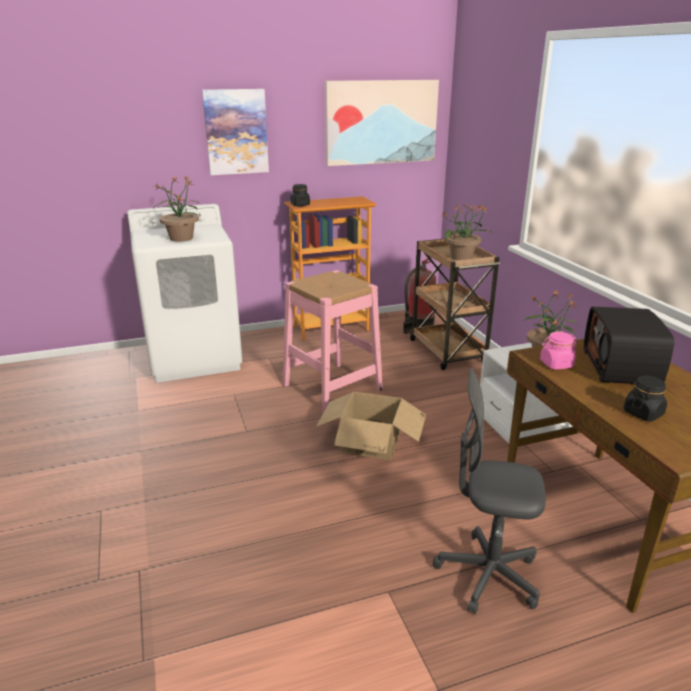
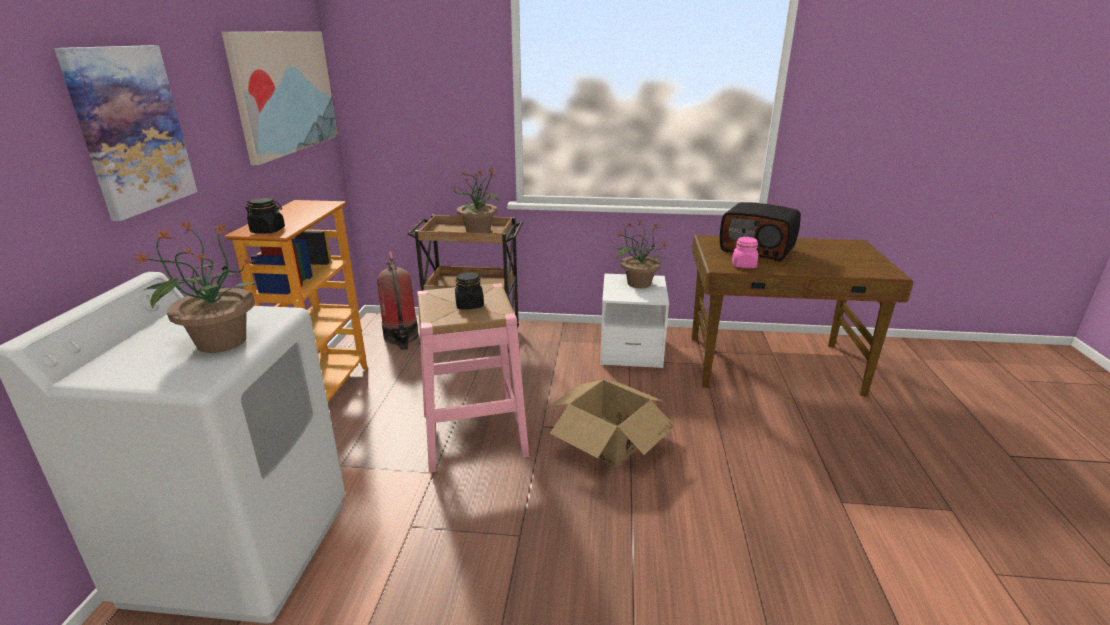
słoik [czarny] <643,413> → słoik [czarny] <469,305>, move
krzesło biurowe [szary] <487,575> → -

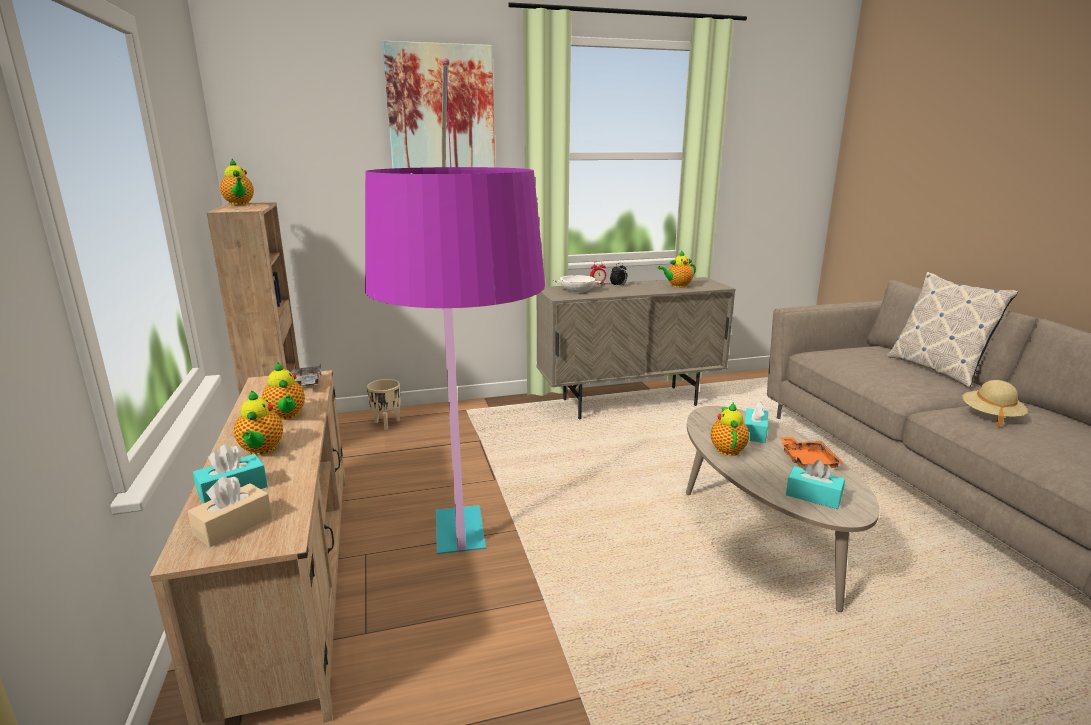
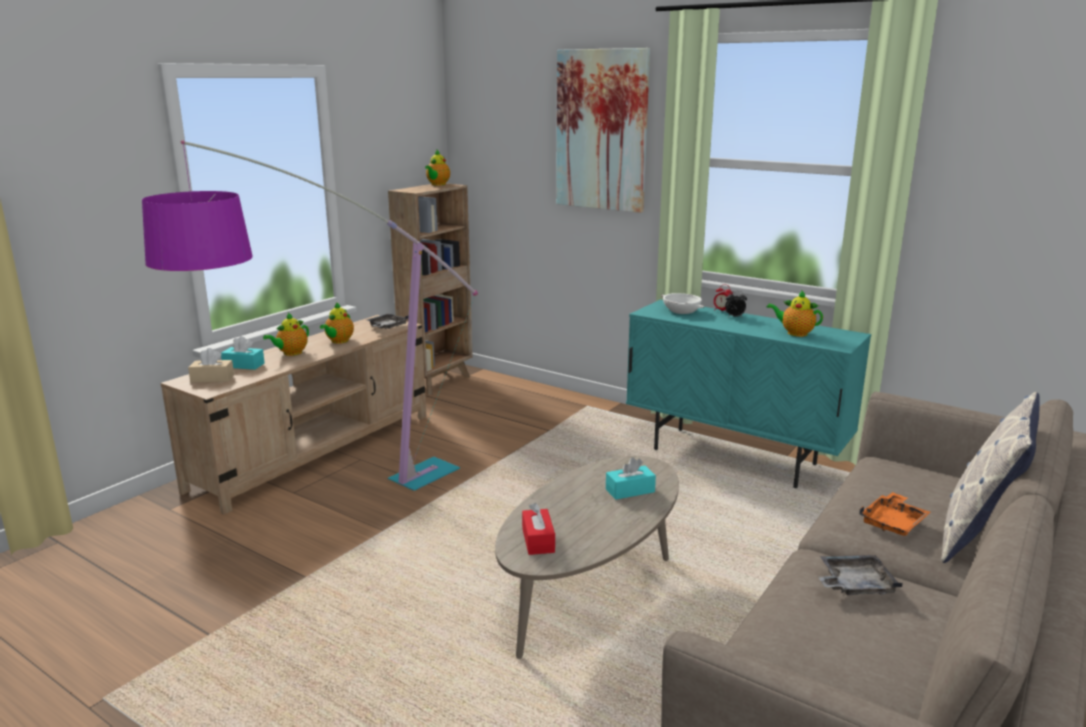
pudełko chusteczek [turkusowy] <813,496> → pudełko chusteczek [czerwony] <538,540>
szafka [beżowy] <629,403> → szafka [turkusowy] <734,457>
kapelusz [beżowy] <990,416> → taca [szary] <854,585>
taca [pomarańczowy] <807,461> → taca [pomarańczowy] <893,523>, move
donica [beżowy] <386,424> → -
imbryk <727,449> → -

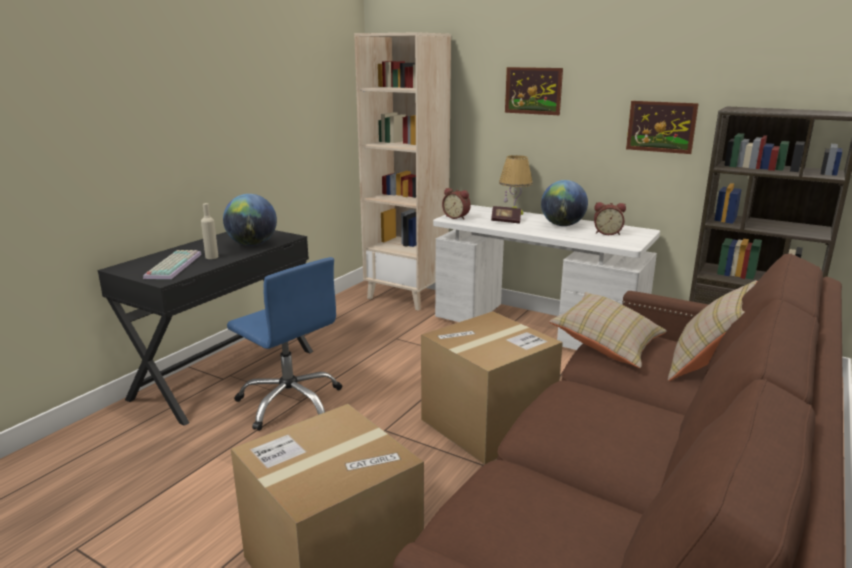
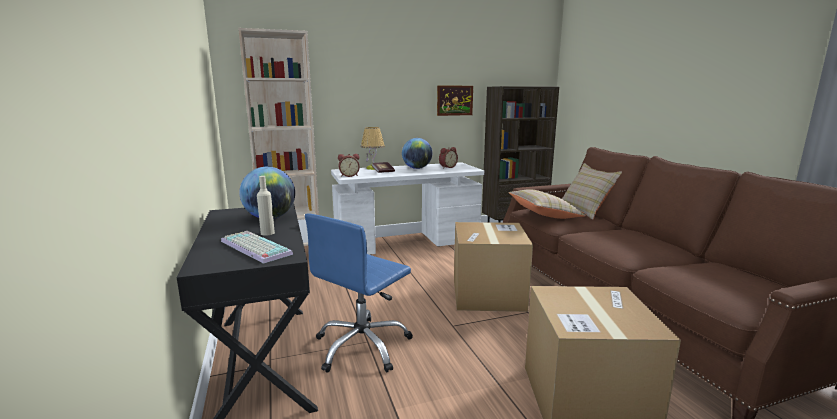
krzesło biurowe [niebieski] <290,402> → krzesło biurowe [niebieski] <363,346>, 135 degrees clockwise
obraz <533,90> → -

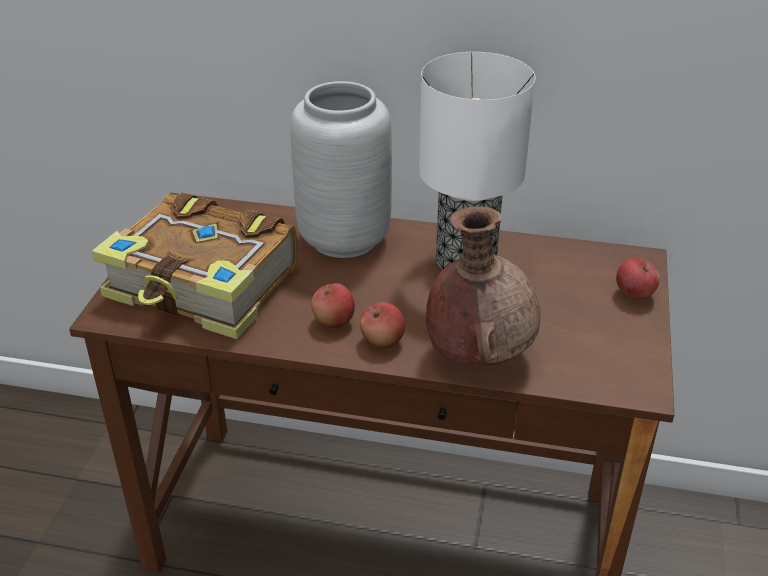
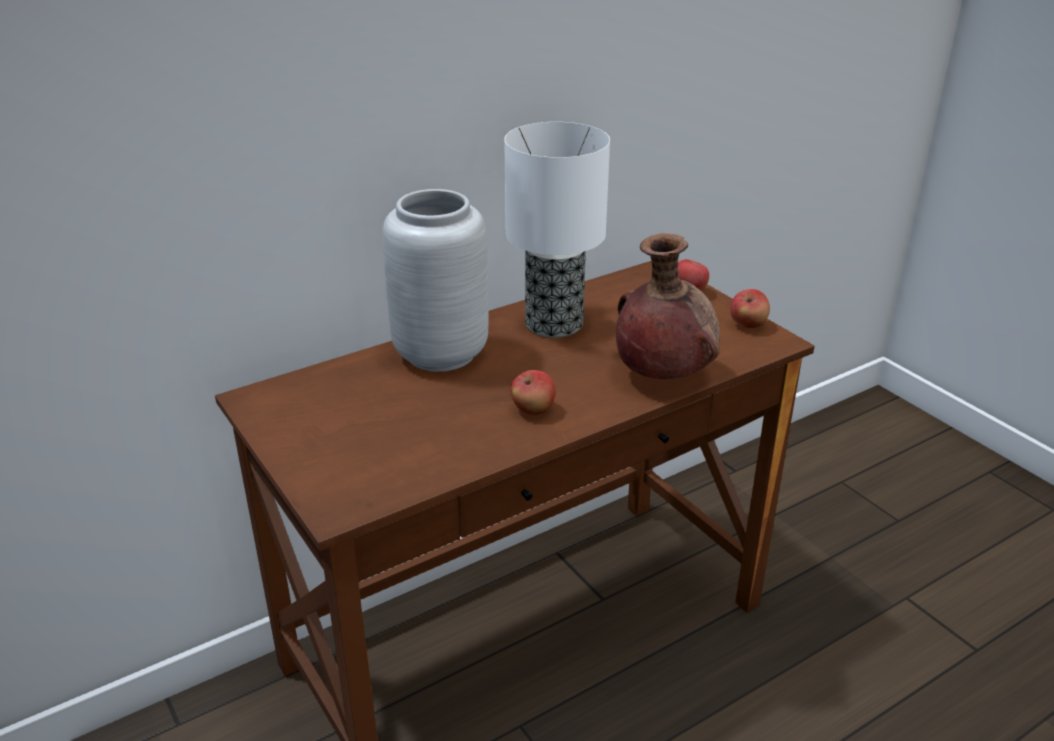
jabłko <382,341> → jabłko <748,325>, move
książka <204,286> → -

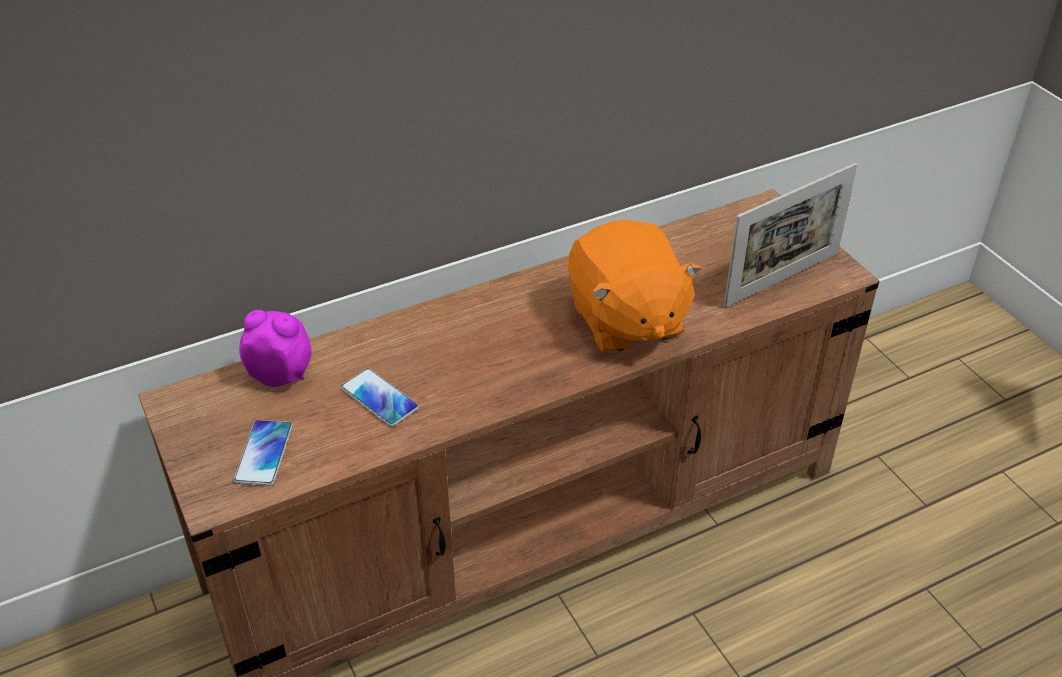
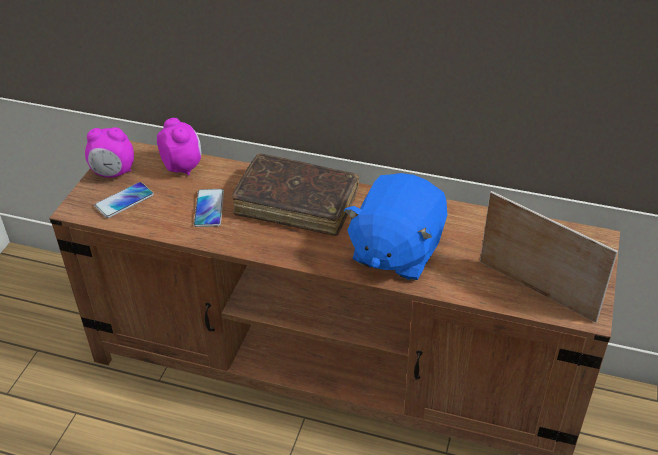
- → budzik <114,173>
- → książka [brązowy] <296,203>
pluszak [pomarańczowy] <625,320> → pluszak [niebieski] <395,251>
ramka na zdjęcie <782,279> → ramka na zdjęcie <536,290>, 150 degrees counterclockwise

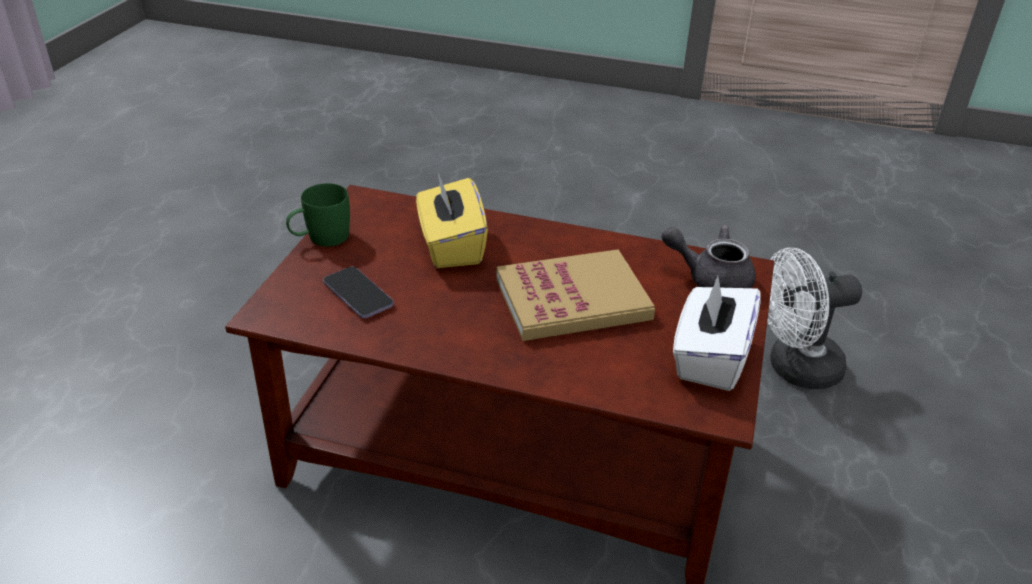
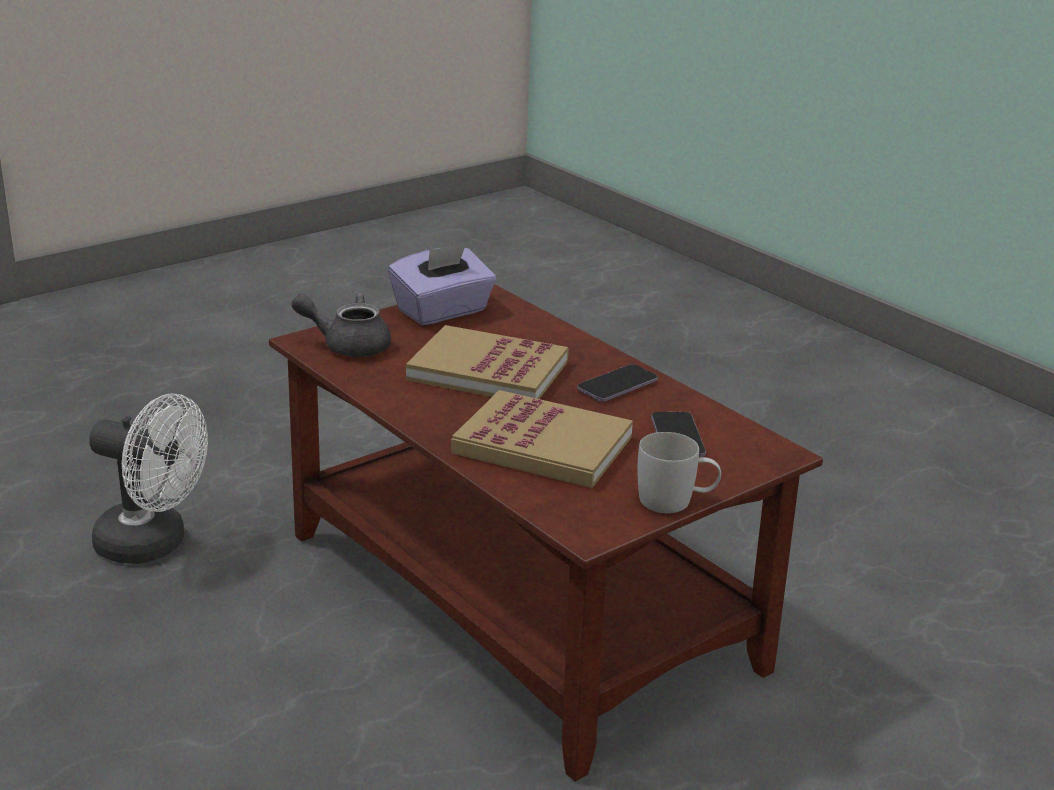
imbryk [szary] <710,278> → imbryk [szary] <347,345>, 135 degrees clockwise
pudełko chusteczek [biały] <709,358> → pudełko chusteczek [fioletowy] <442,311>
pudełko chusteczek [żółty] <451,246> → książka <542,445>
- → telefon <617,386>
kubek [zielony] <321,239> → kubek [biały] <676,502>

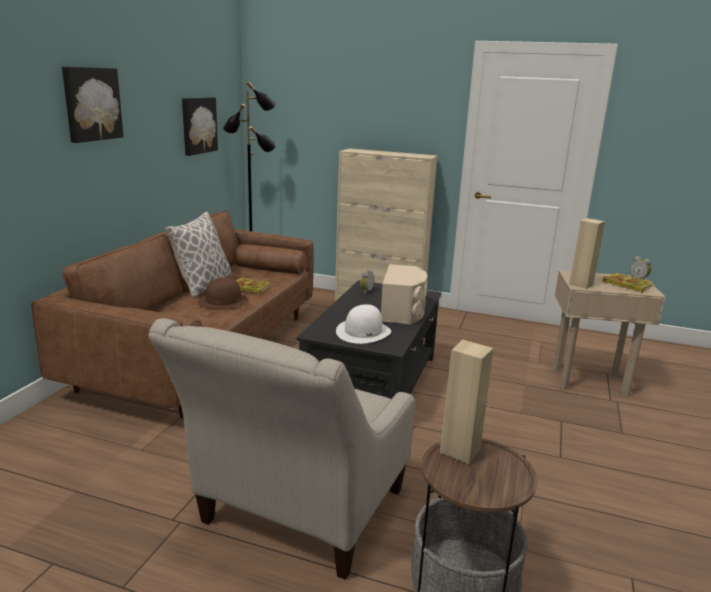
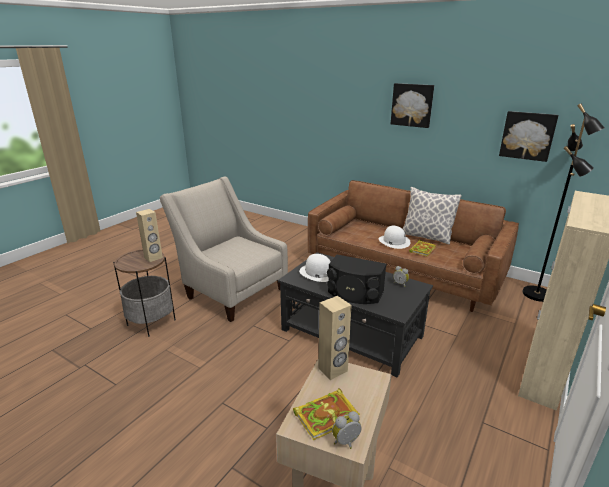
głośnik [beżowy] <403,311> → głośnik [czarny] <354,293>
kapelusz [brązowy] <223,301> → kapelusz [biały] <394,241>

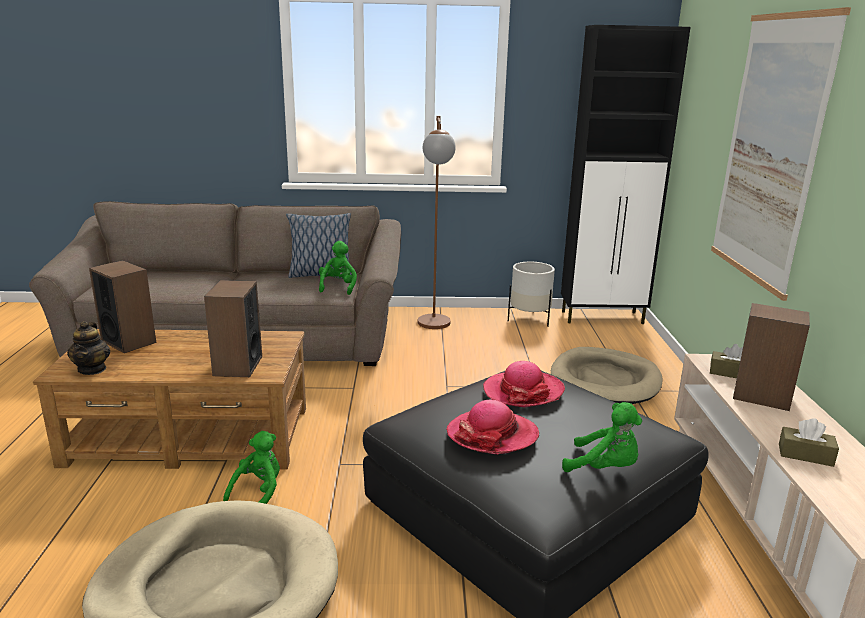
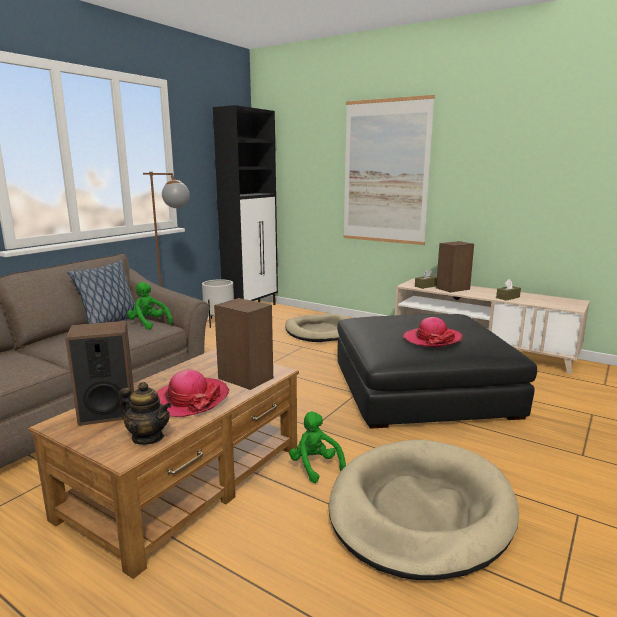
kapelusz <523,391> → kapelusz <189,400>, move
pluszak [zielony] <604,468> → -

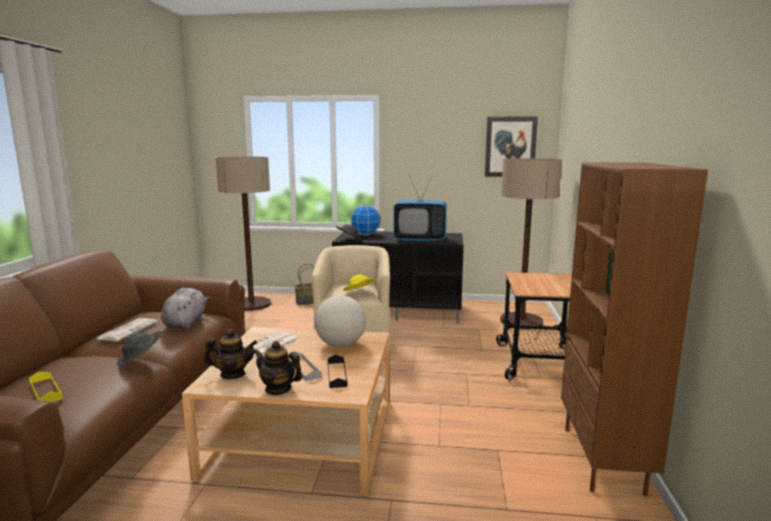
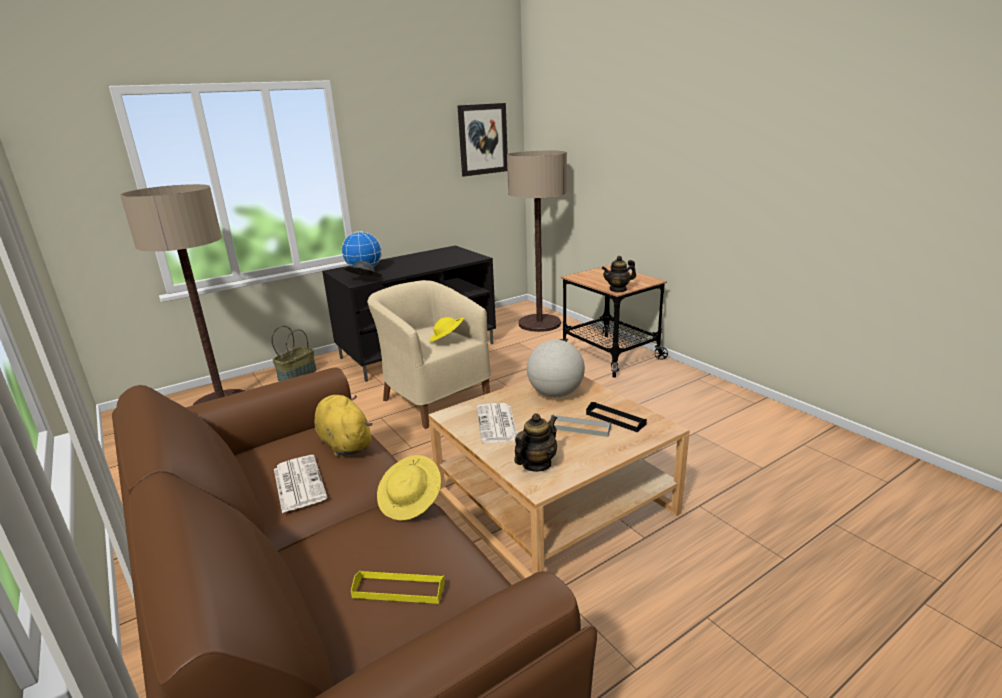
pluszak [szary] <186,322> → pluszak [żółty] <344,443>
kapelusz [szary] <141,359> → kapelusz [żółty] <411,501>
imbryk <278,389> → imbryk <618,289>, move
telewizor <420,240> → -
regał [brązowy] <604,460> → -

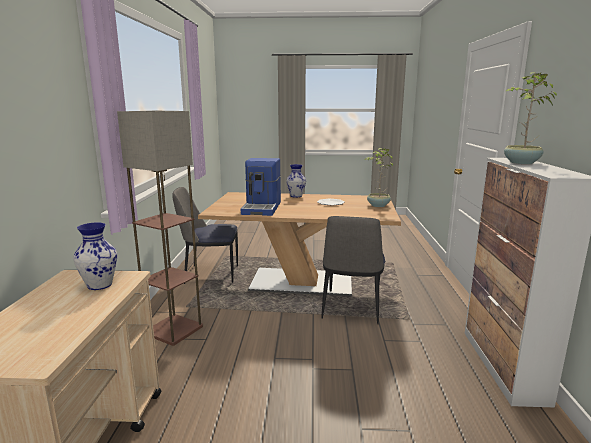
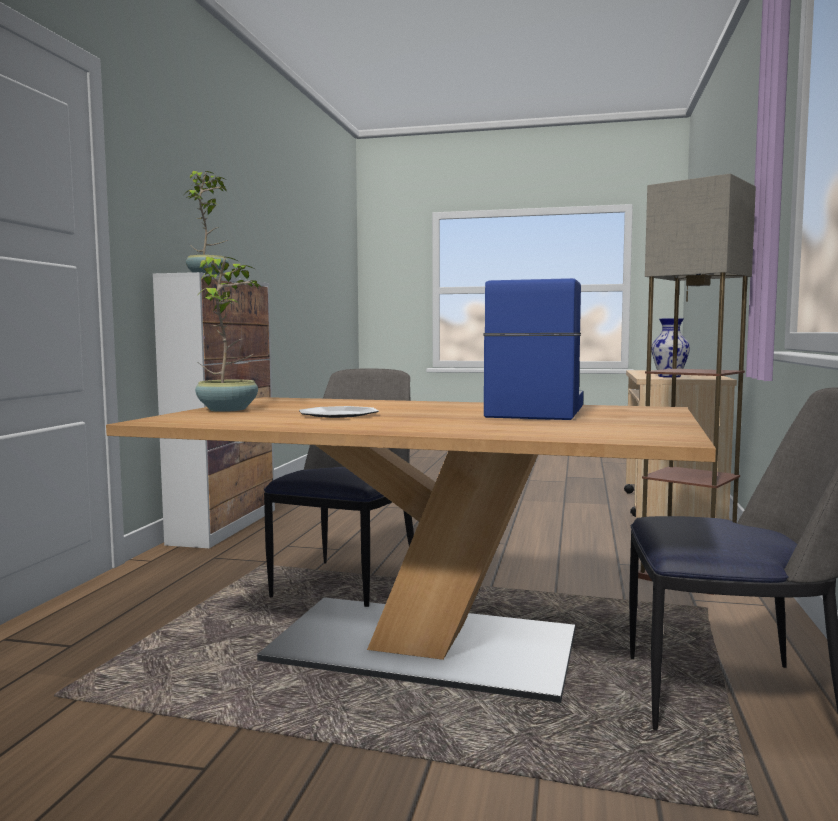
wazon <296,196> → -

